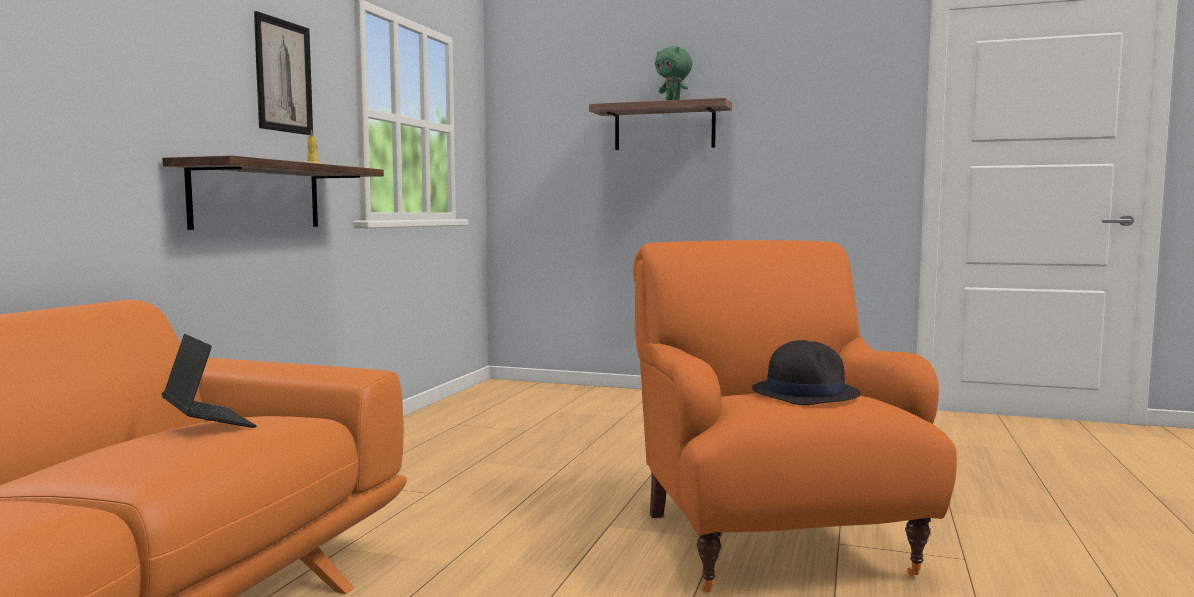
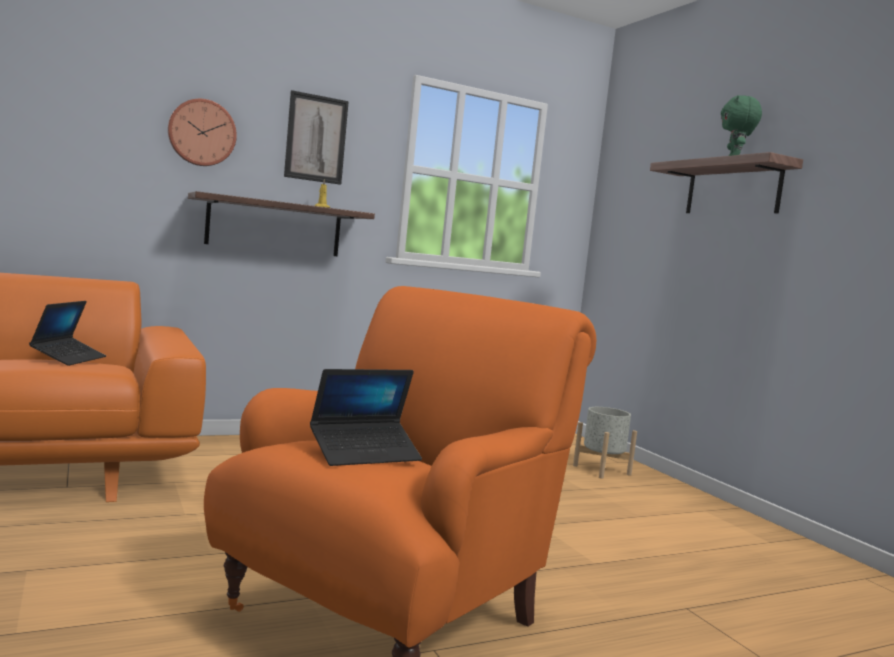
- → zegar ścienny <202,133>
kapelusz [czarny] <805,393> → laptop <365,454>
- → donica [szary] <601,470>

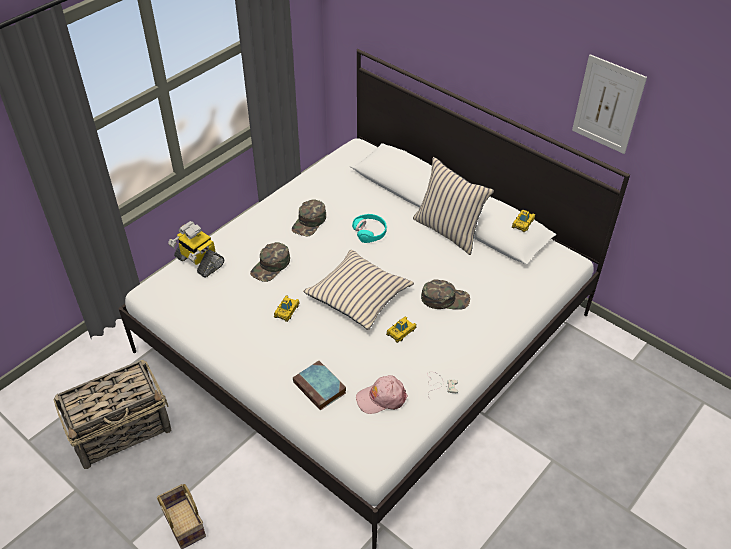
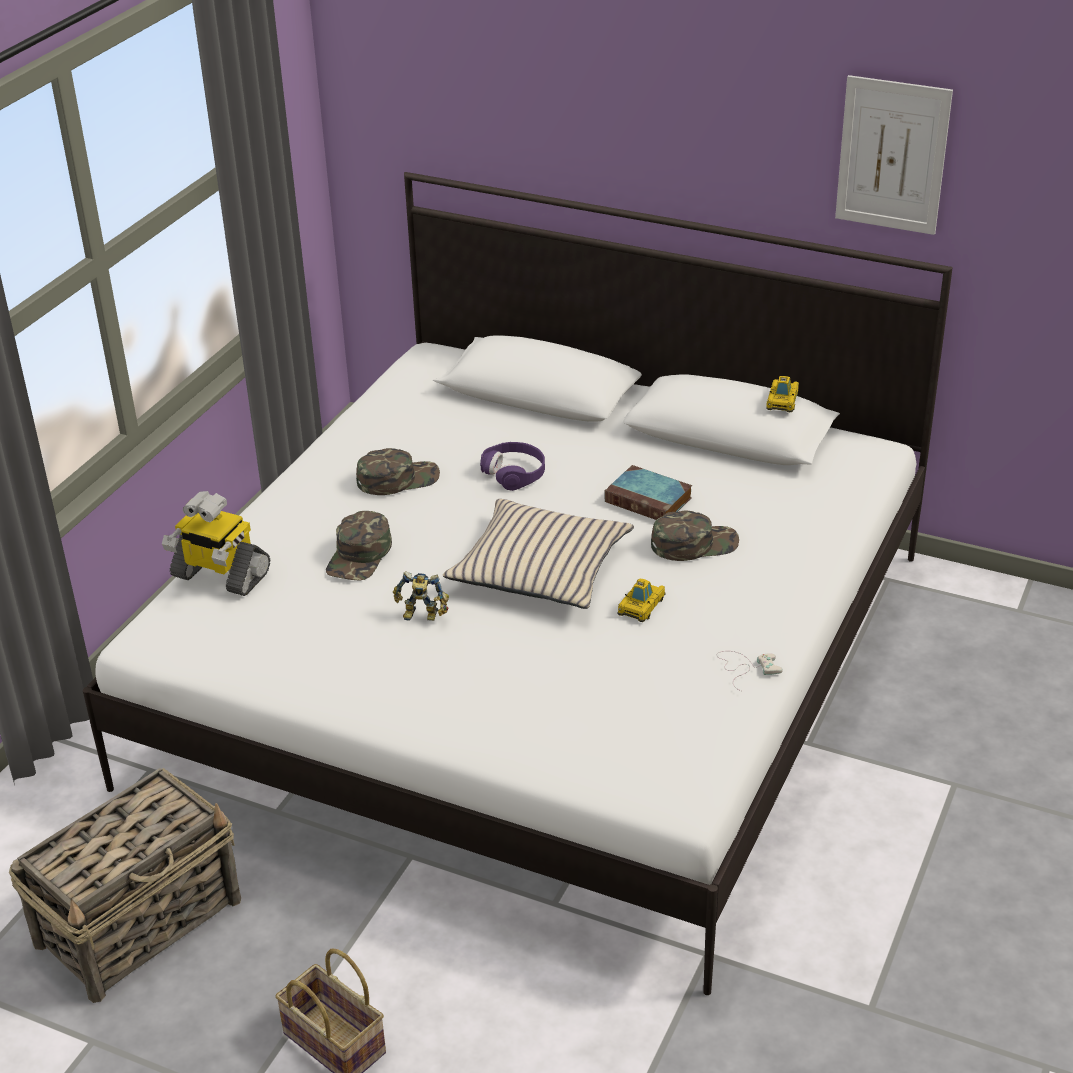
czapka z daszkiem [zielony] <309,222> → czapka z daszkiem [zielony] <398,479>, 120 degrees counterclockwise
samochodzik <287,310> → robot zabawkowy <421,616>
słuchawki [turkusowy] <370,232> → słuchawki [fioletowy] <514,473>
książka <320,388> → książka <650,500>, move
czapka z daszkiem [różowy] <381,398> → -
poduszka [beżowy] <448,230> → -

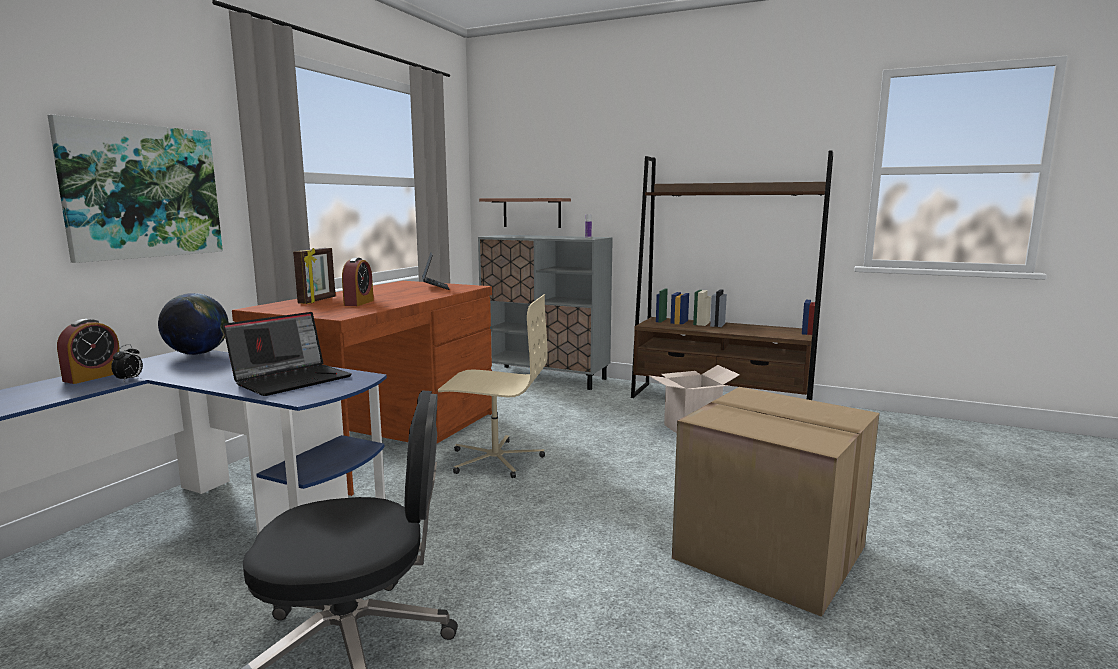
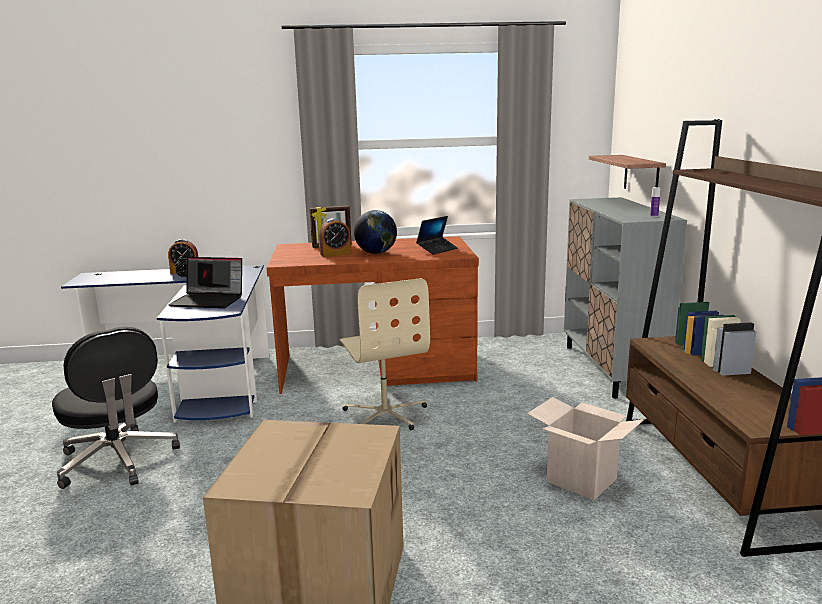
globus <198,354> → globus <376,253>, move
obraz <142,191> → -

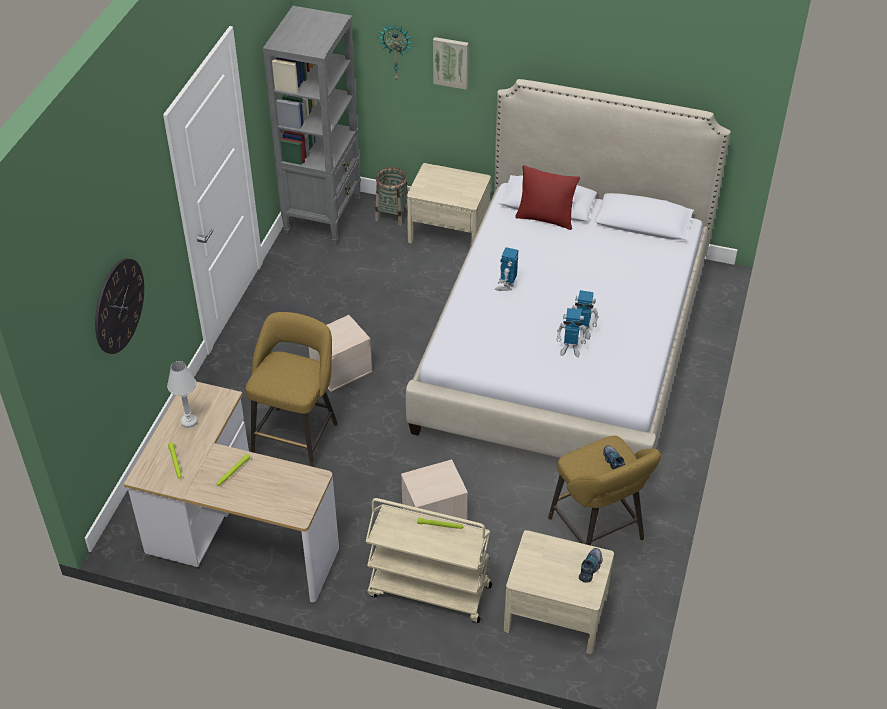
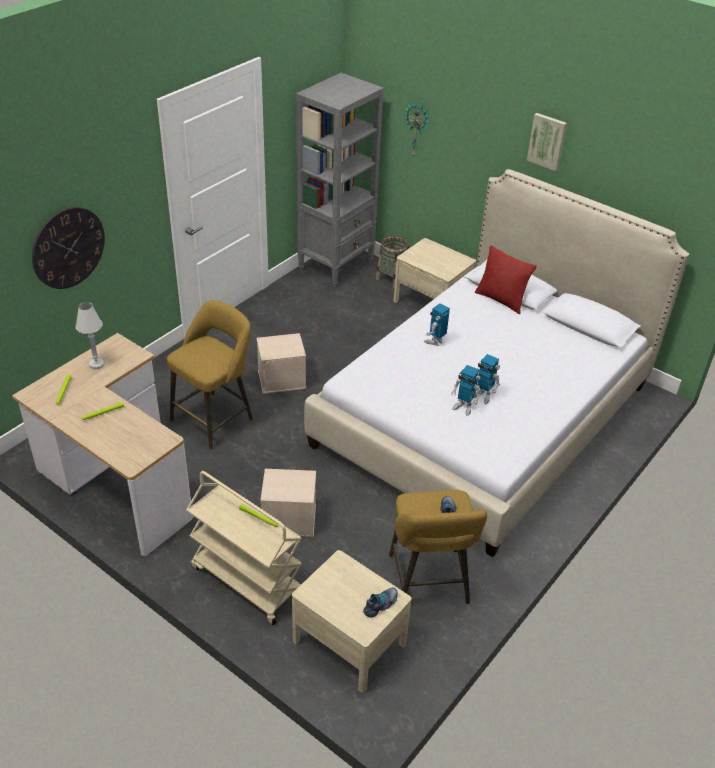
obraz <451,62> → obraz <547,141>, move

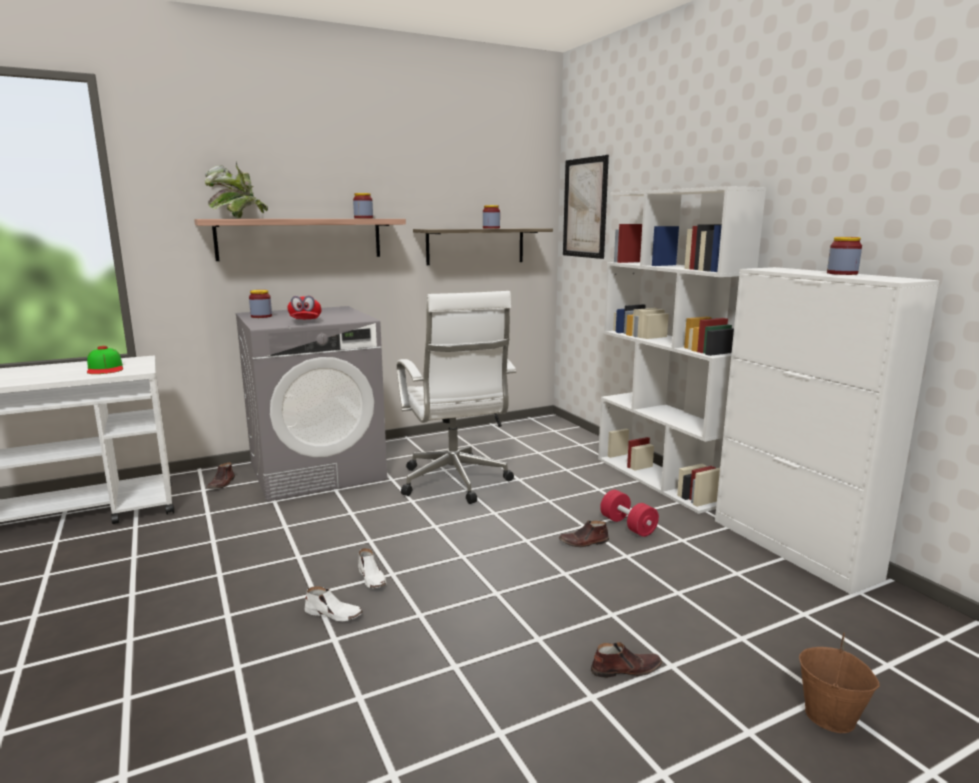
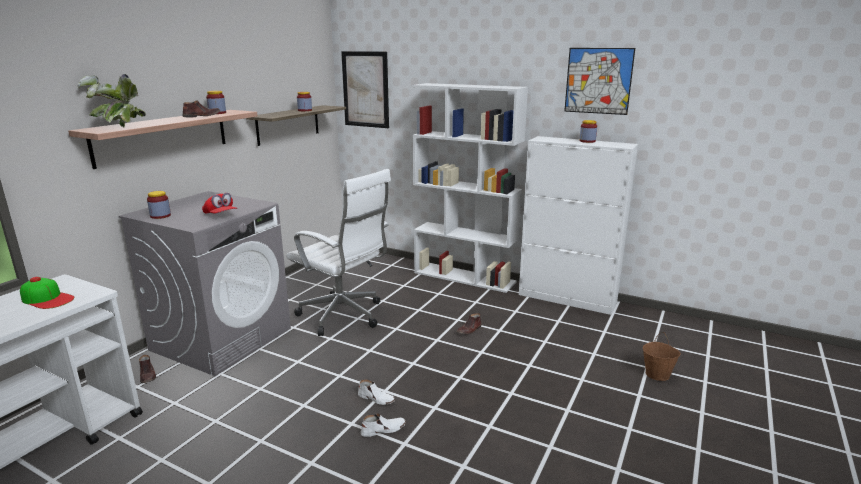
but [brązowy] <625,669> → but [brązowy] <201,116>, move
- → obraz <598,81>
hantel [czerwony] <628,526> → -

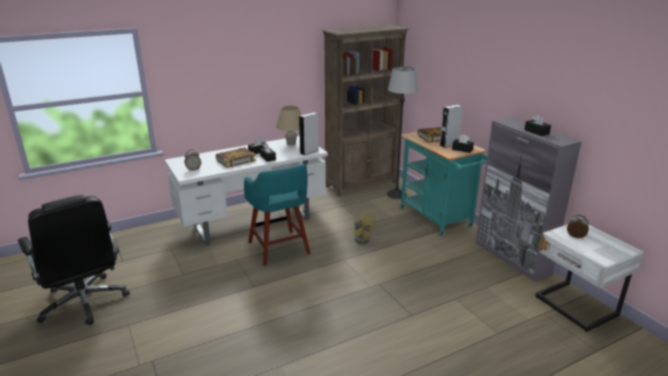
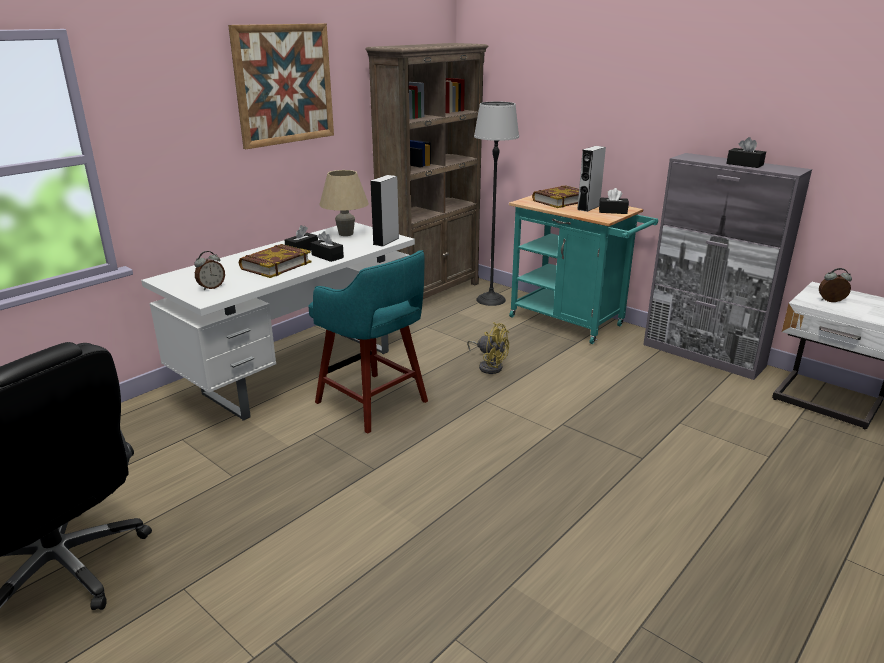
- → obraz <284,84>

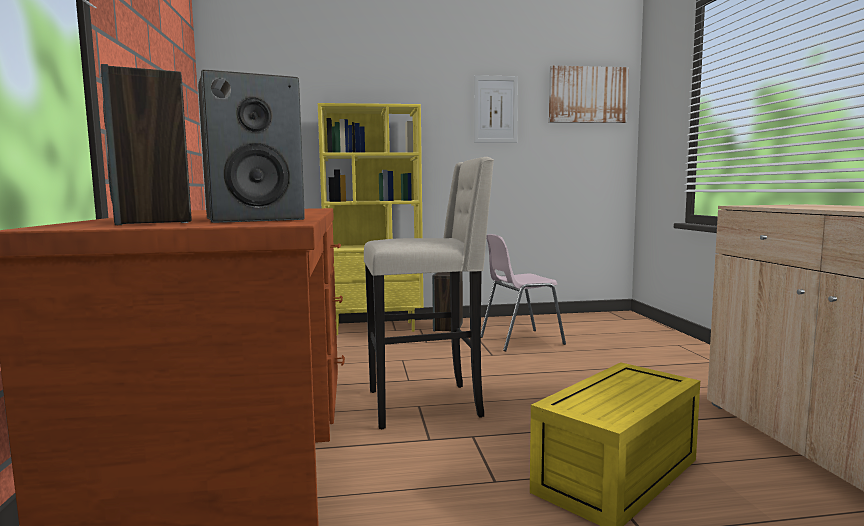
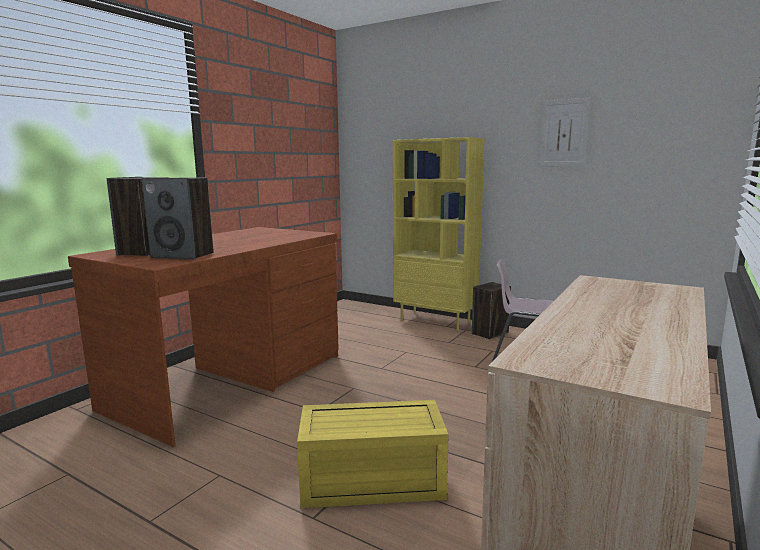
stołek [beżowy] <427,404> → -
obraz <587,95> → -

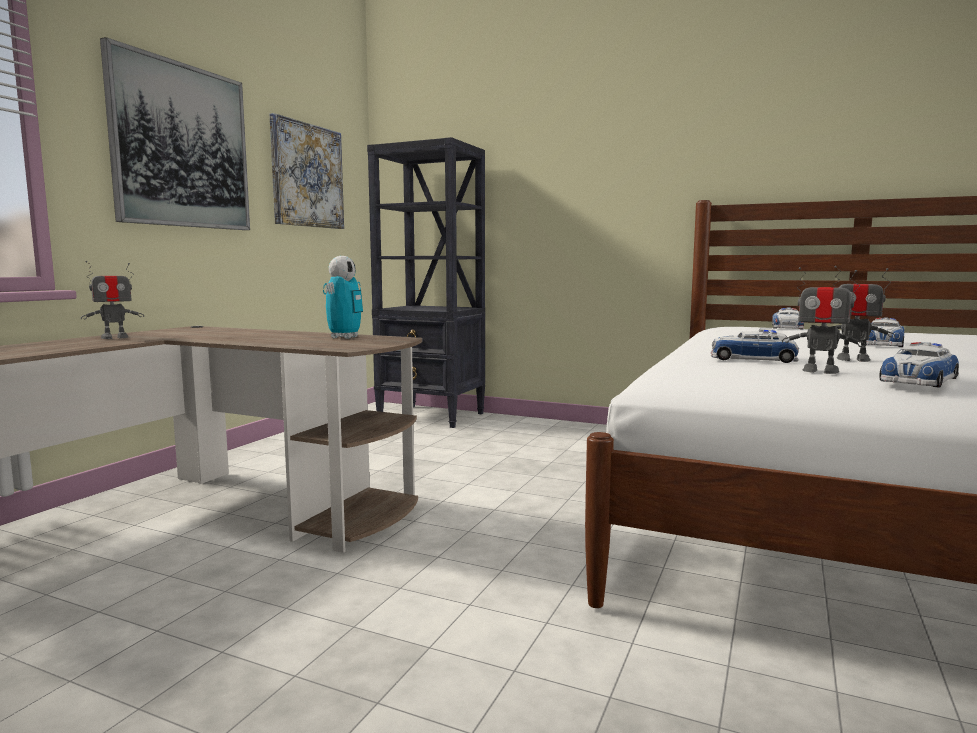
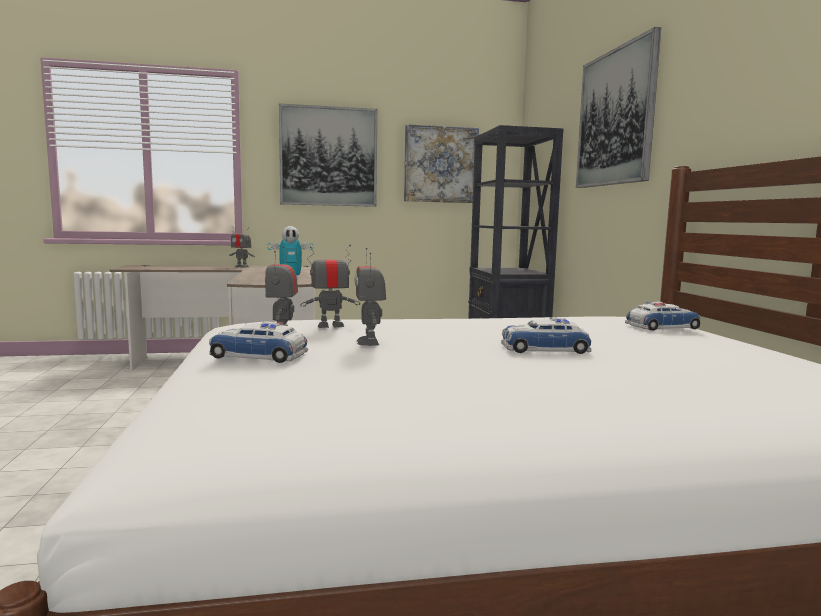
samochodzik <753,359> → robot zabawkowy <330,326>
- → obraz <616,118>

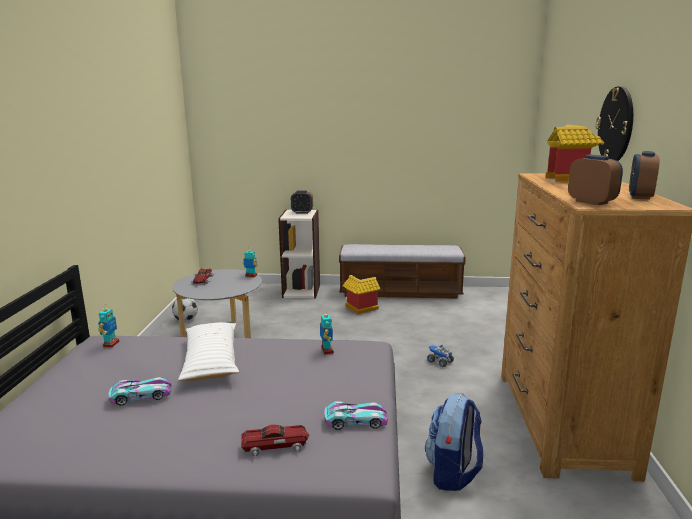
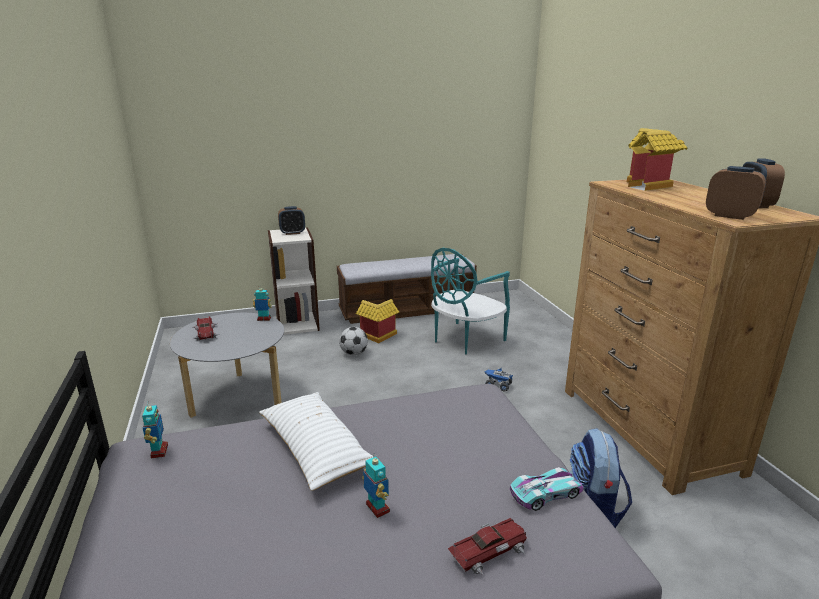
piłka futbolowa <186,320> → piłka futbolowa <354,353>, move
robot zabawkowy <327,350> → robot zabawkowy <377,508>, move
- → krzesło [turkusowy] <464,339>
samochodzik <141,396> → -
zegar ścienny <616,125> → -

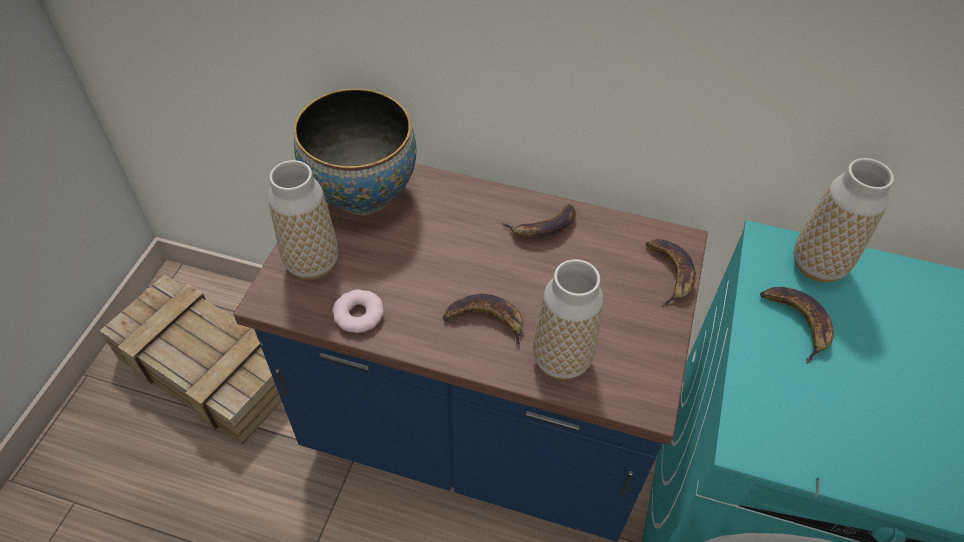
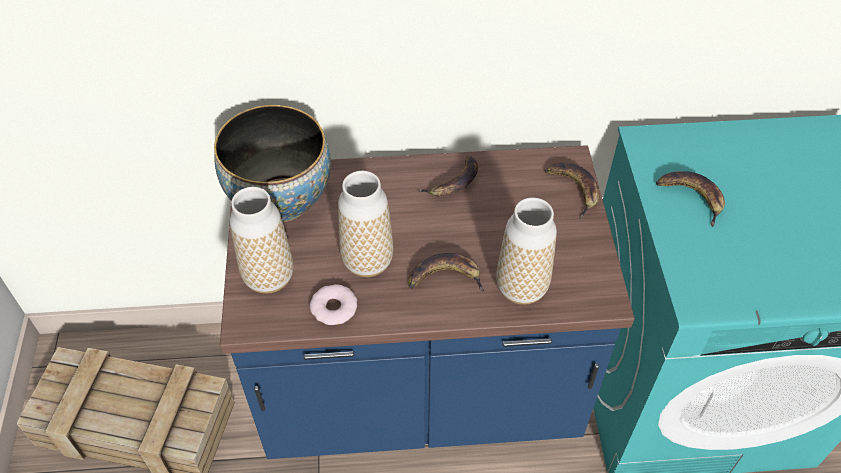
wazon <817,265> → wazon <367,261>, move

